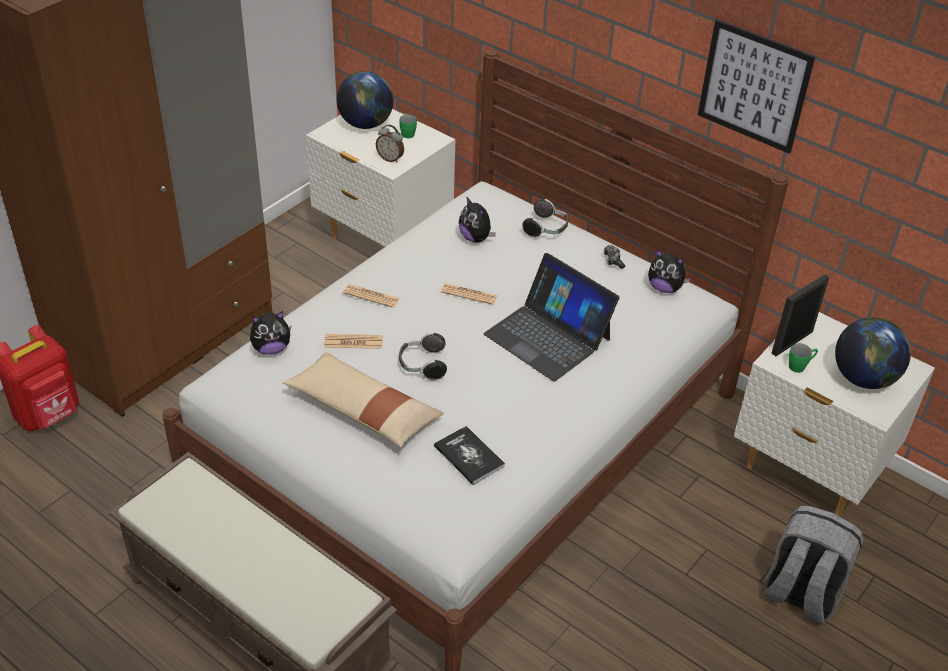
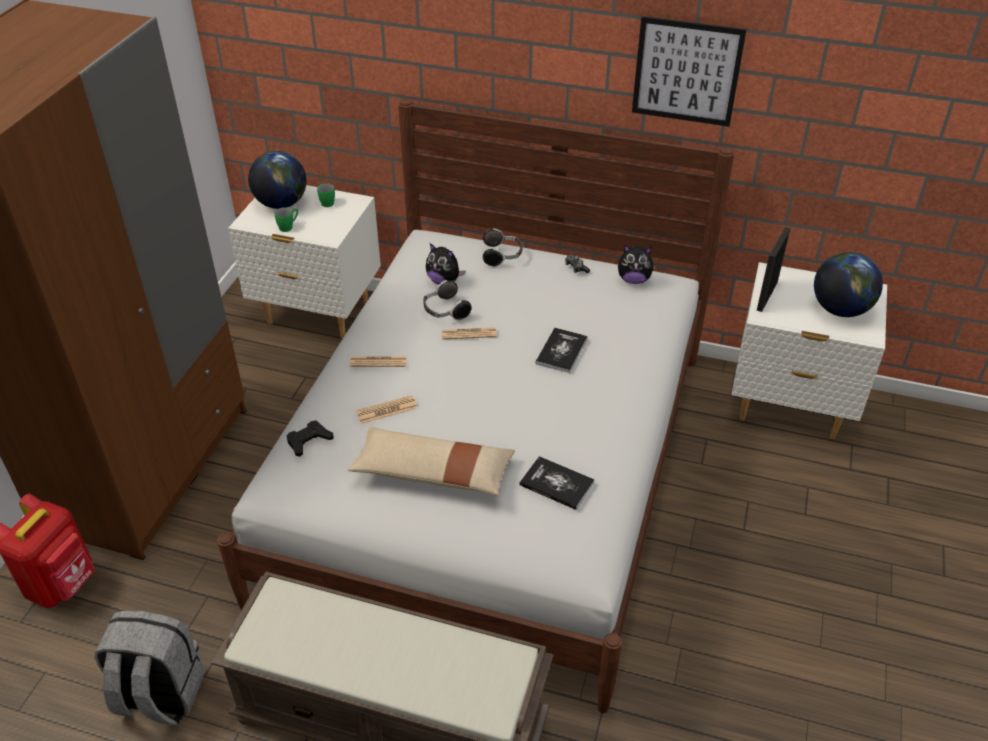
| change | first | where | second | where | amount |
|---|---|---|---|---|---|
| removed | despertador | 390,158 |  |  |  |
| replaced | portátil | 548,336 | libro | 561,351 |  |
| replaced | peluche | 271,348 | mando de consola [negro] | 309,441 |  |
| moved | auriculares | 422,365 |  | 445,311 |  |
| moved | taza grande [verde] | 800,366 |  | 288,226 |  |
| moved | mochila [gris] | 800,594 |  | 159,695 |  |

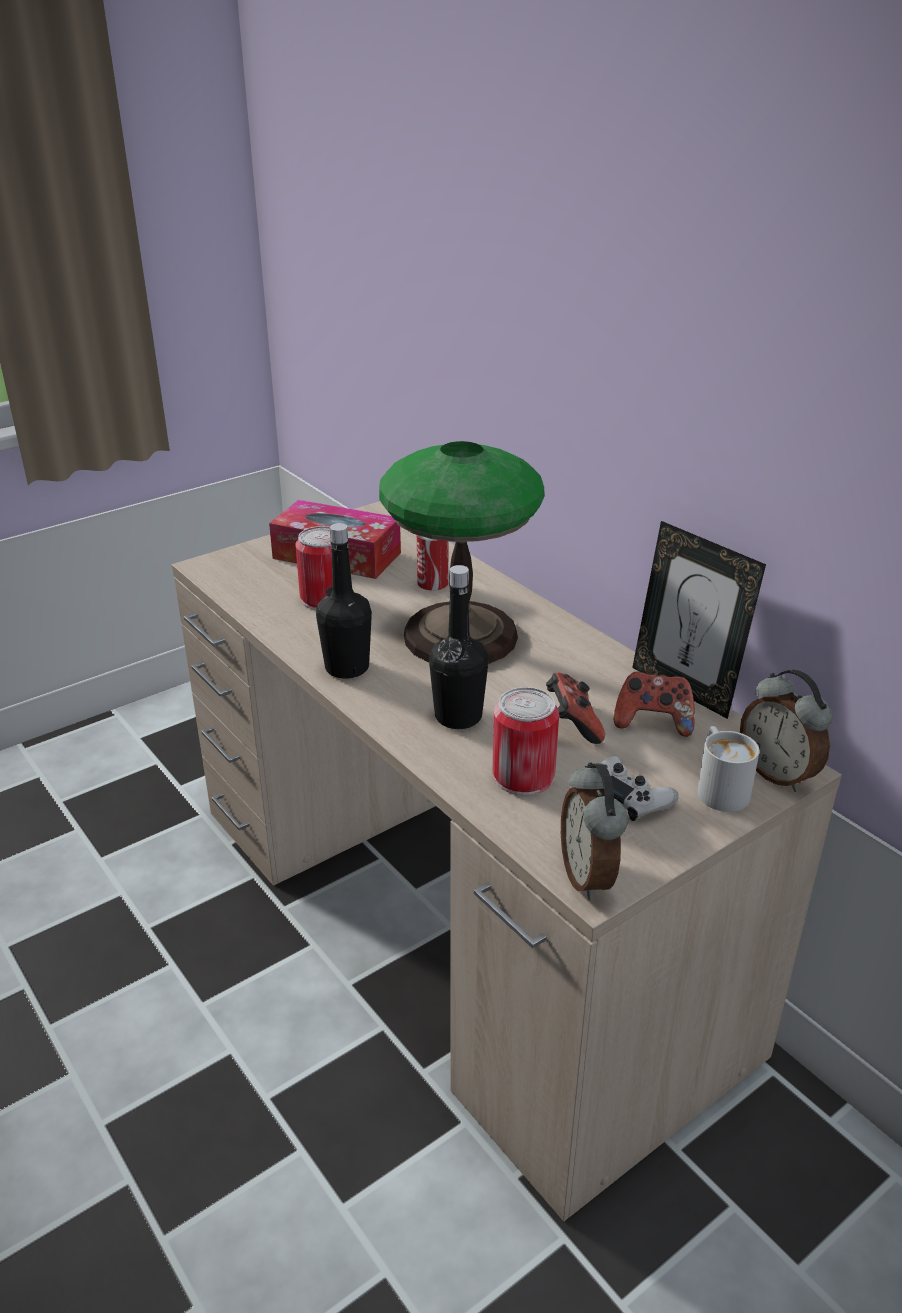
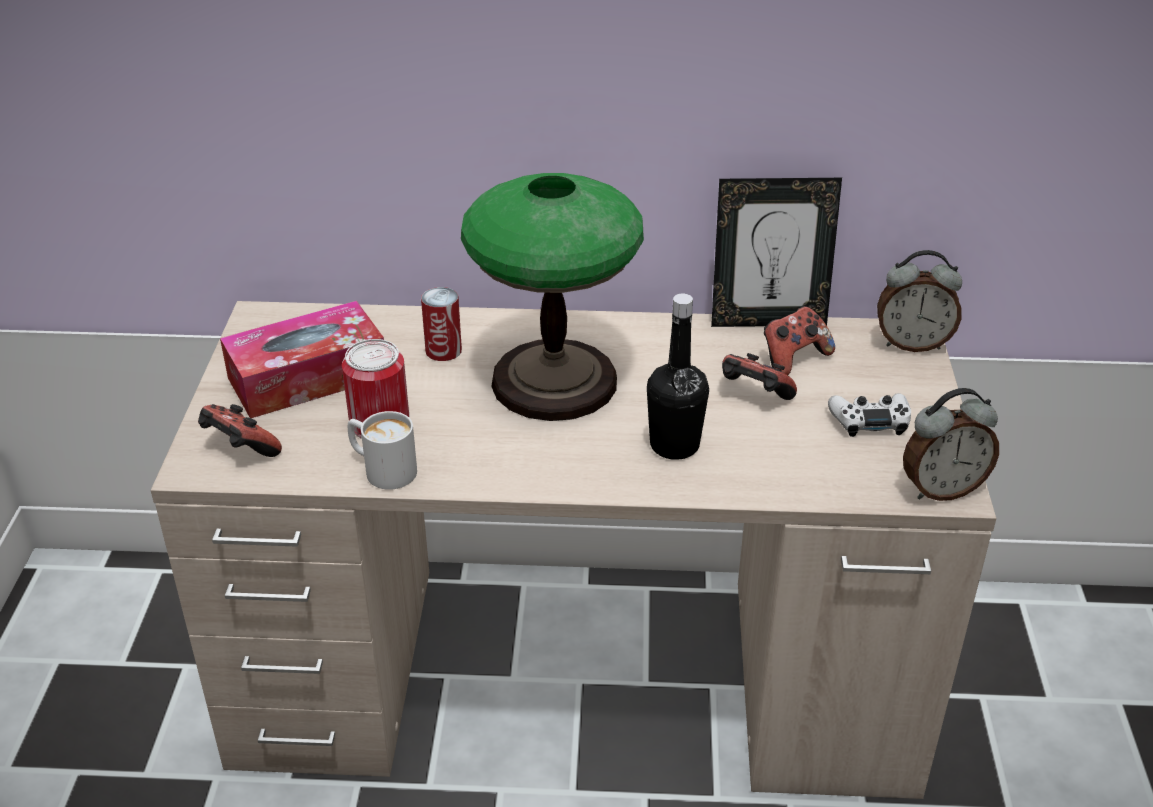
| change | first | where | second | where | amount |
|---|---|---|---|---|---|
| removed | botella [negro] | 347,667 |  |  |  |
| removed | lata | 523,776 |  |  |  |
| moved | taza grande [blanco] | 718,787 |  | 382,469 |  |
| turned | despertador | 589,876 |  | 941,489 | 45 degrees counterclockwise |
| added |  |  | mando de consola | 240,450 |  |

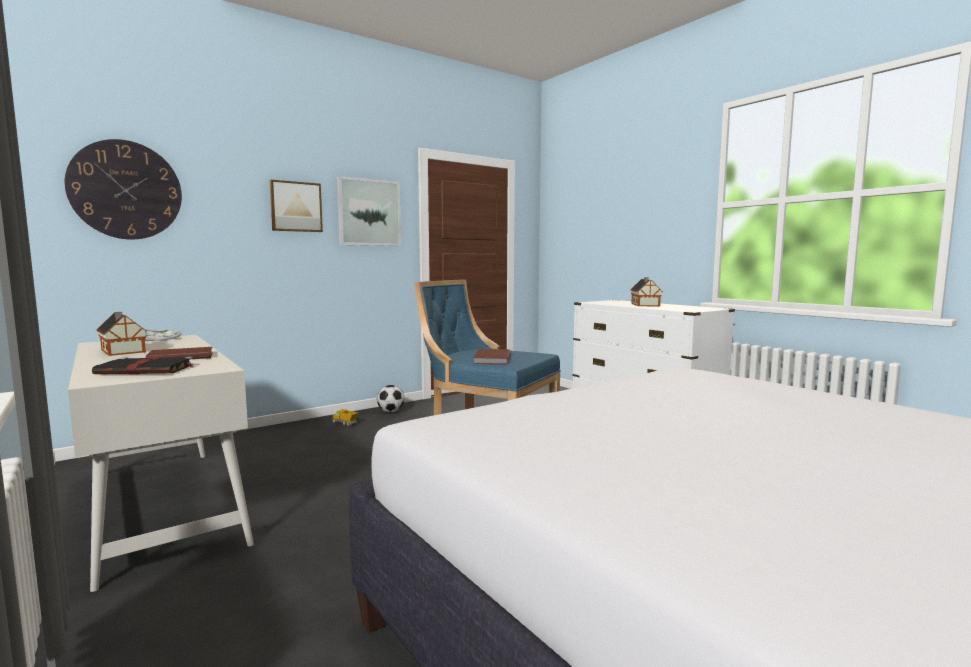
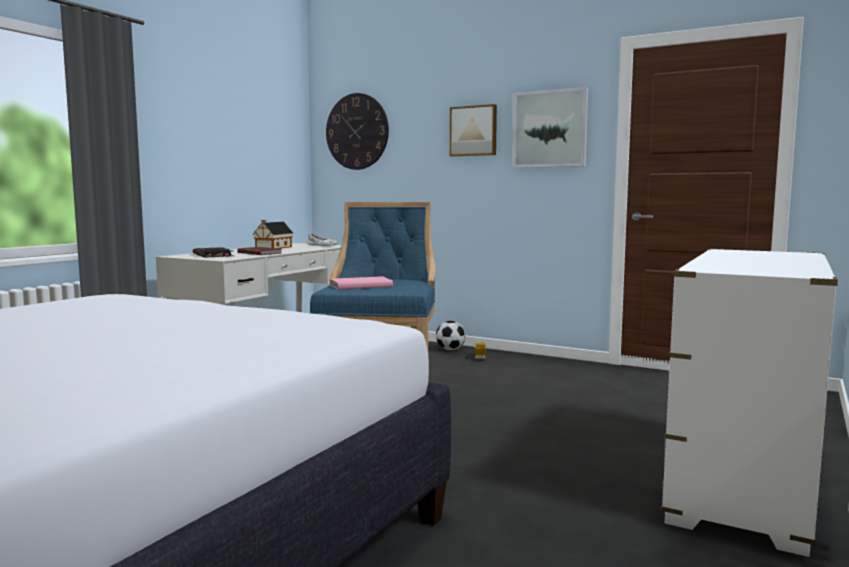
| change | first | where | second | where | amount |
|---|---|---|---|---|---|
| removed | casita | 645,305 |  |  |  |
| recoloured | libro [marrón] | 491,359 | libro [rosa] | 360,285 |  |
| moved | balón de fútbol | 391,411 |  | 450,350 |  |

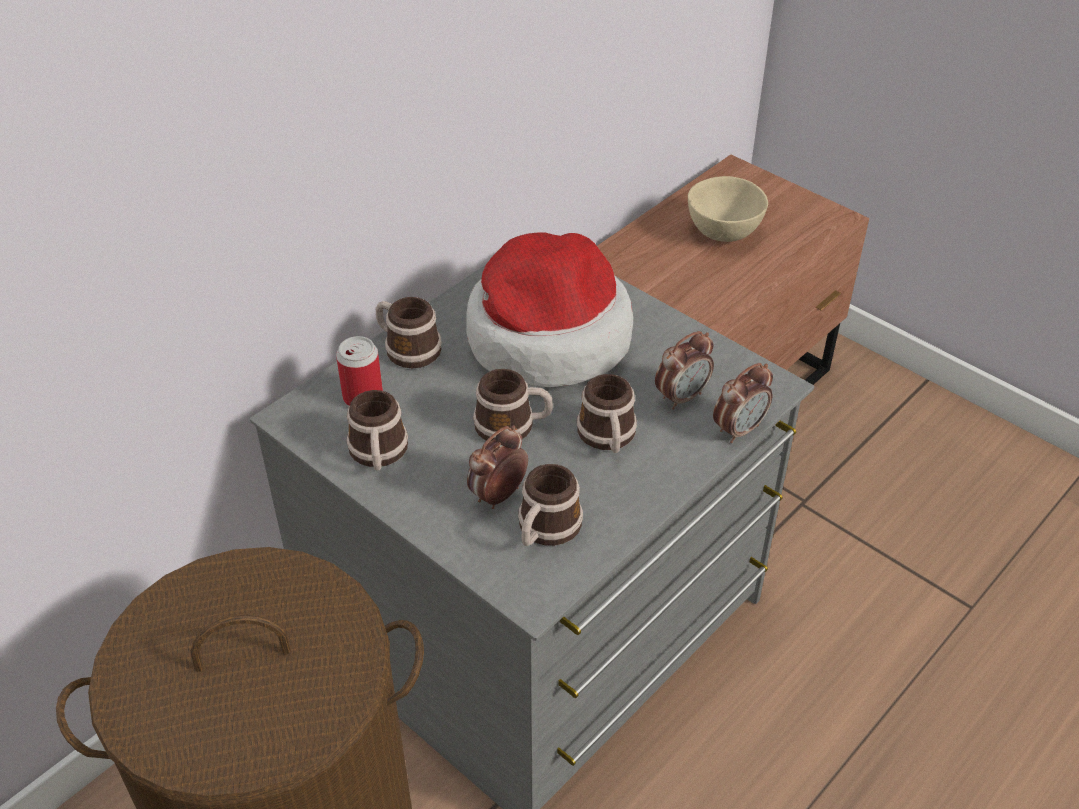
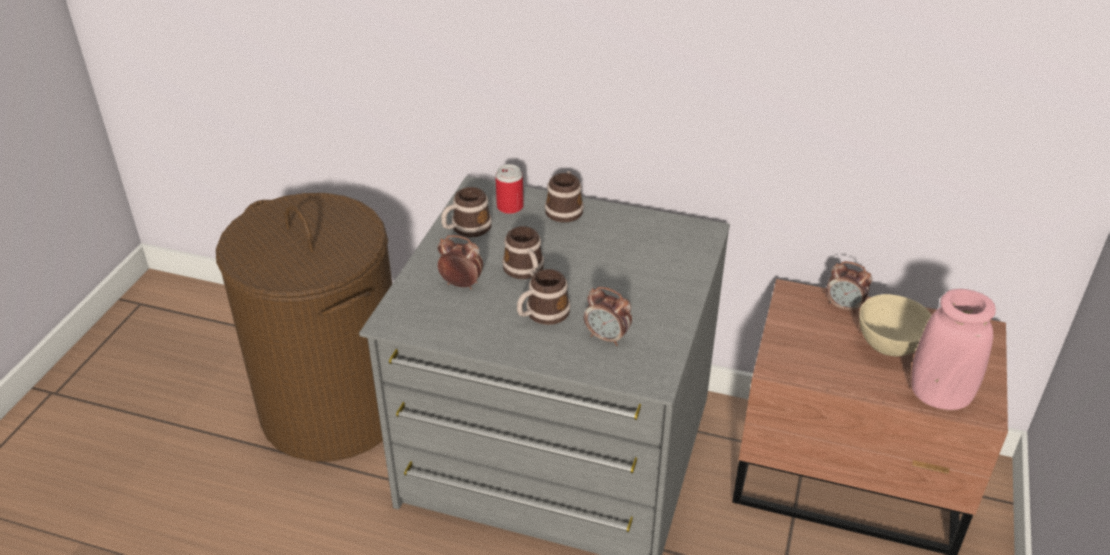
| change | first | where | second | where | amount |
|---|---|---|---|---|---|
| removed | sombrero | 546,337 |  |  |  |
| moved | despertador | 739,429 |  | 844,306 |  |
| removed | taza grande | 545,530 |  |  |  |
| added |  |  | florero [rosa] | 939,396 |  |

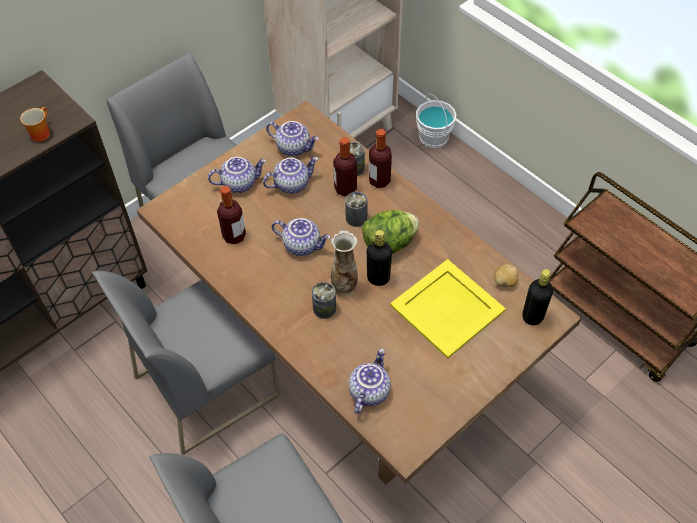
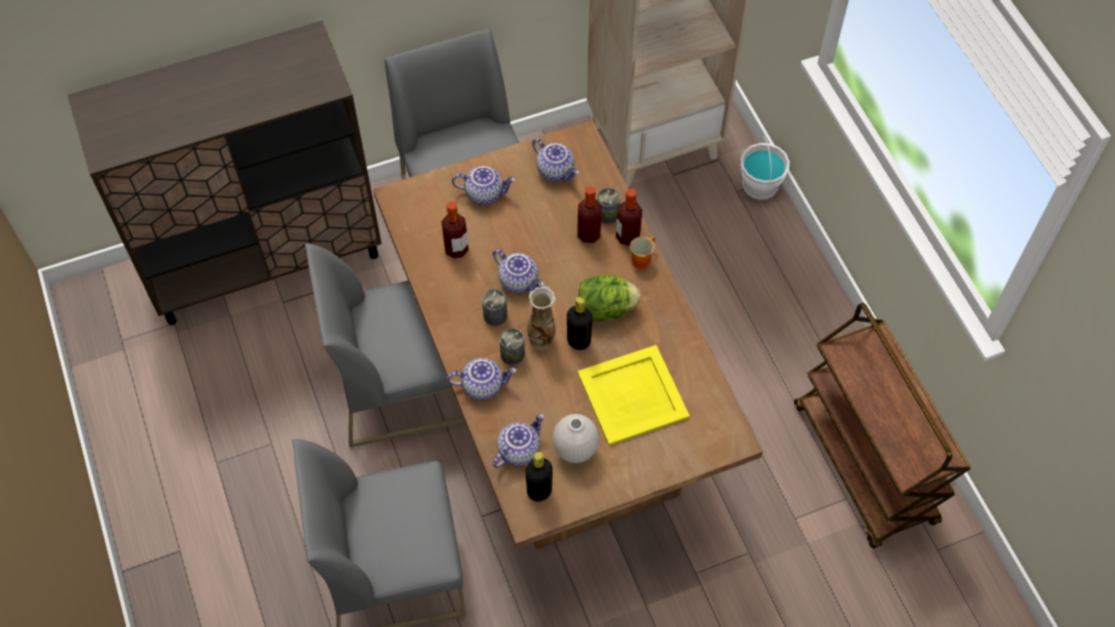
| change | first | where | second | where | amount |
|---|---|---|---|---|---|
| moved | taza grande | 40,132 |  | 641,258 |  |
| moved | tetera | 291,184 |  | 483,385 |  |
| moved | lata | 356,218 |  | 495,315 |  |
| removed | patata | 505,282 |  |  |  |
| moved | botella [negro] | 532,316 |  | 539,491 |  |
| added |  |  | florero [blanco] | 574,450 |  |

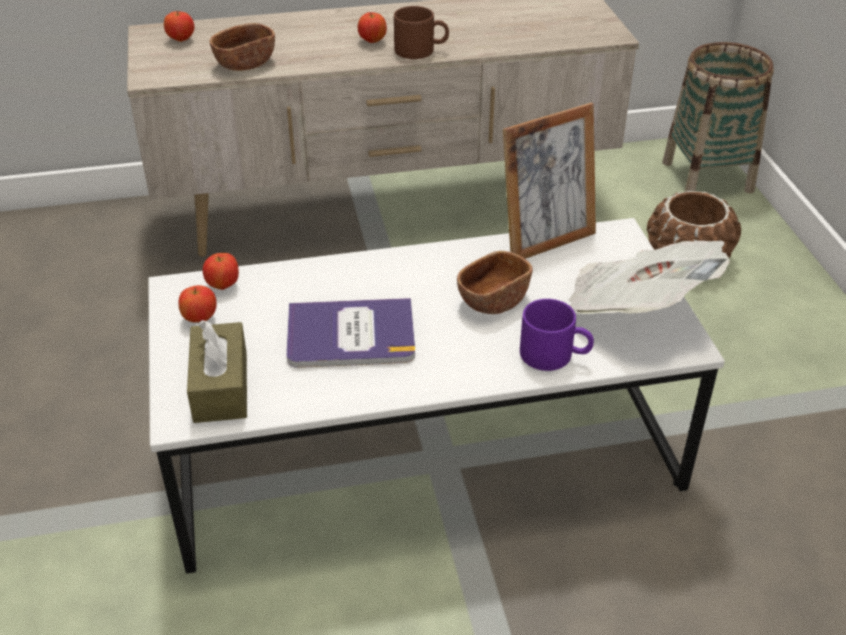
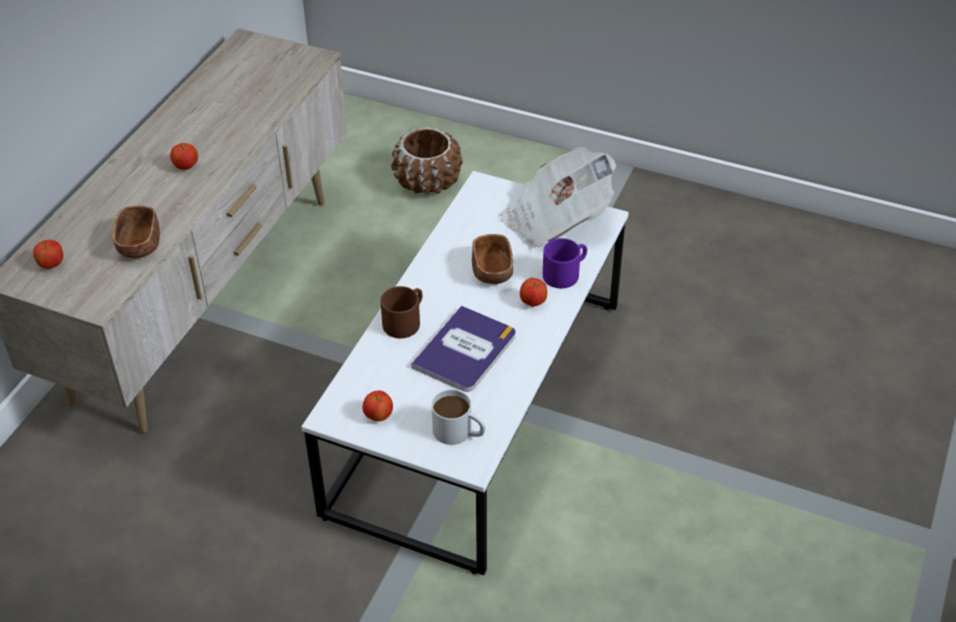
| change | first | where | second | where | amount |
|---|---|---|---|---|---|
| moved | taza grande [marrón] | 421,50 |  | 405,320 |  |
| removed | cesta | 707,176 |  |  |  |
| removed | portarretratos | 546,240 |  |  |  |
| moved | manzana | 223,285 |  | 533,302 |  |
| replaced | caja de pañuelos [marrón] | 220,386 | taza grande [blanco] | 459,432 |  |

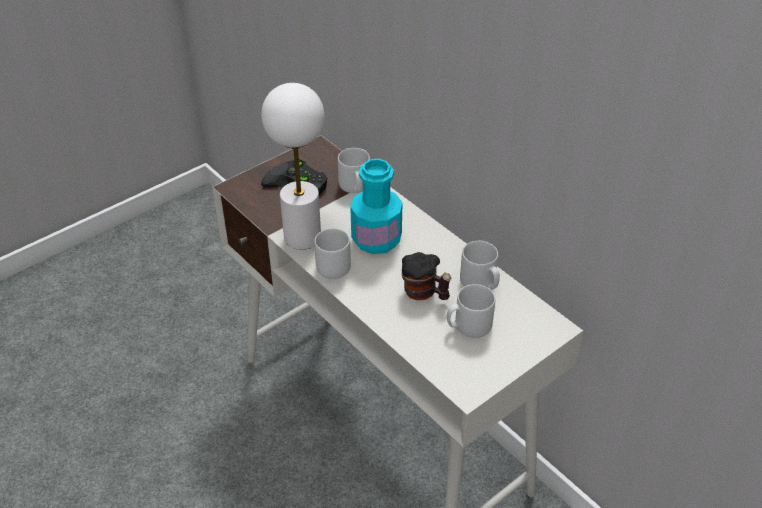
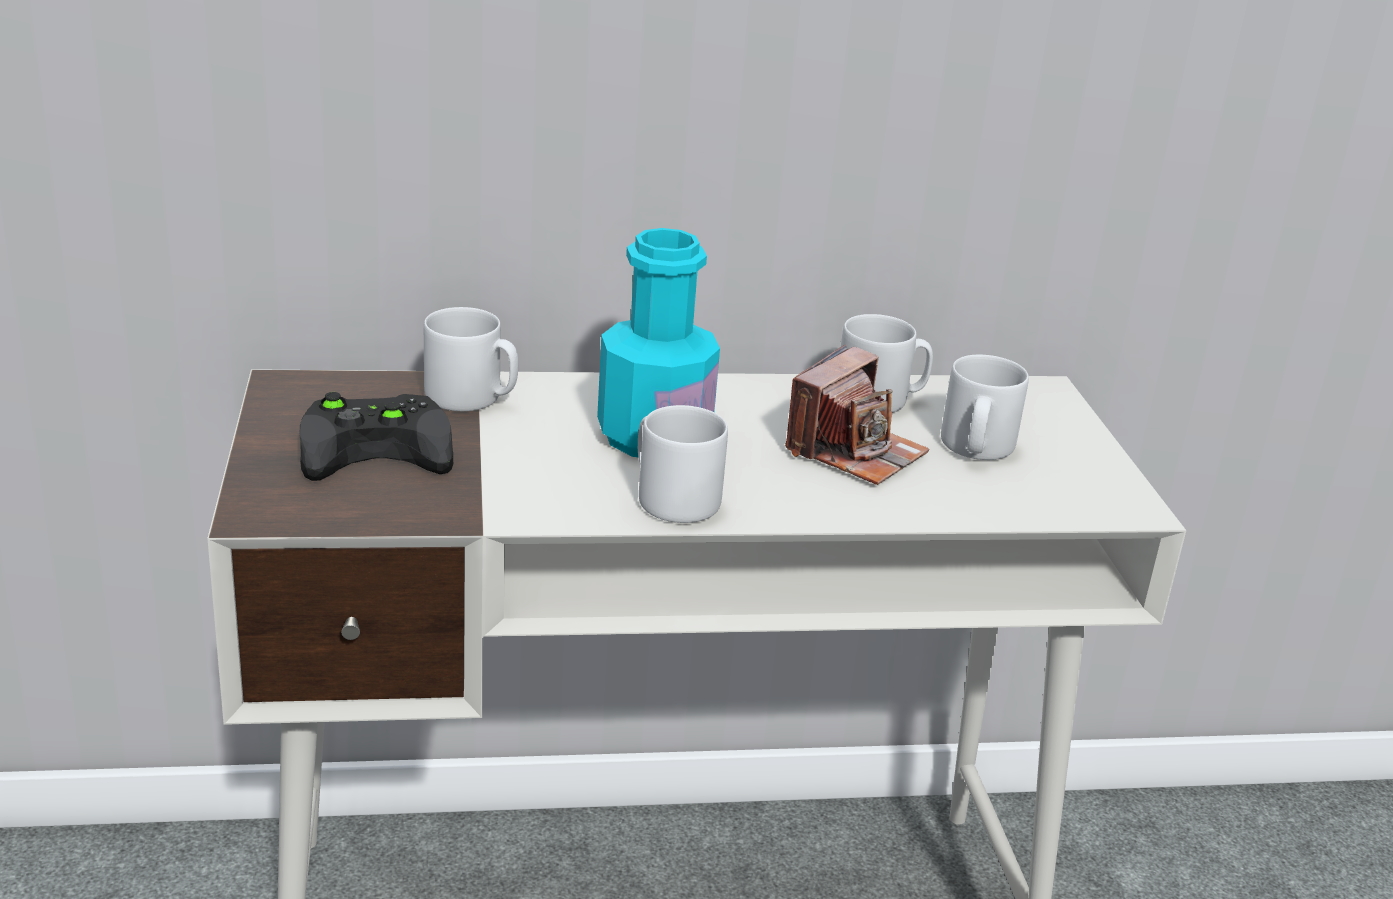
| change | first | where | second | where | amount |
|---|---|---|---|---|---|
| removed | lámpara de mesa [blanco] | 303,237 |  |  |  |
| replaced | taza grande | 424,293 | cámara | 854,452 |  |

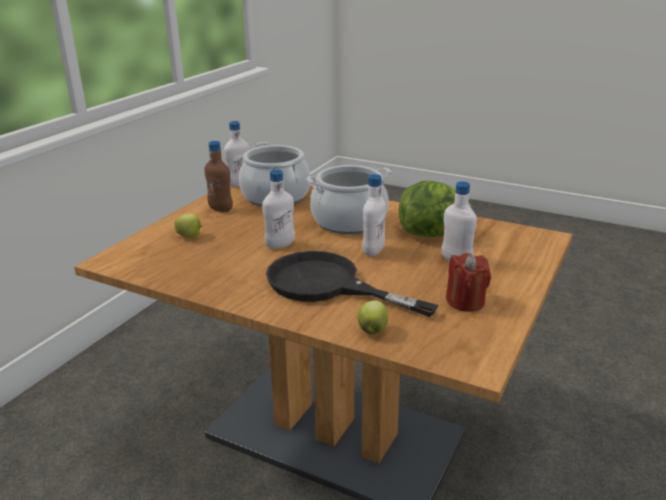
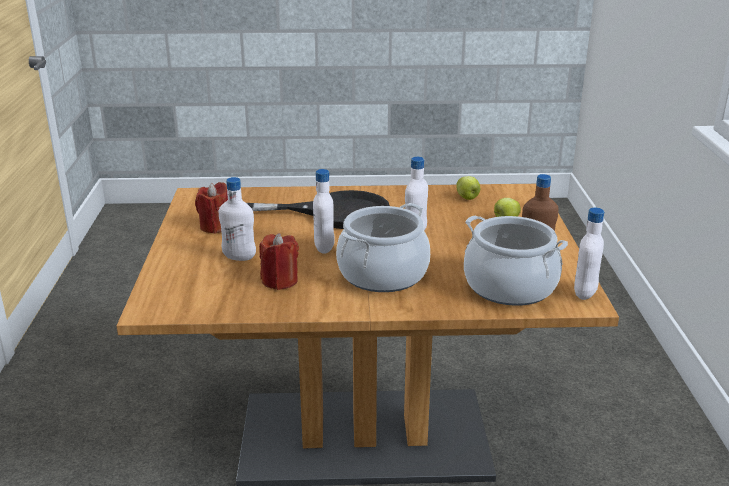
| change | first | where | second | where | amount |
|---|---|---|---|---|---|
| replaced | lechuga | 432,234 | vela [rojo] | 279,281 |  |
| moved | manzana | 372,330 |  | 467,198 |  |

